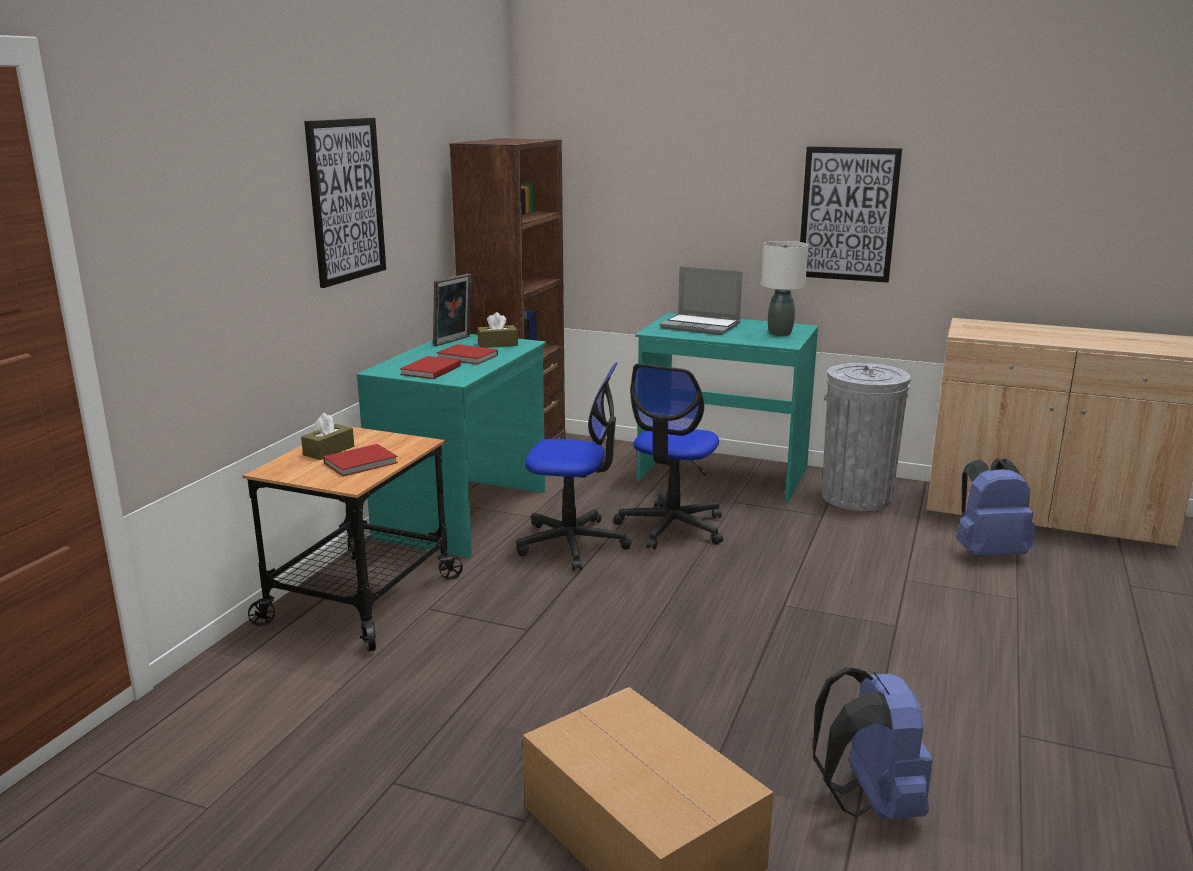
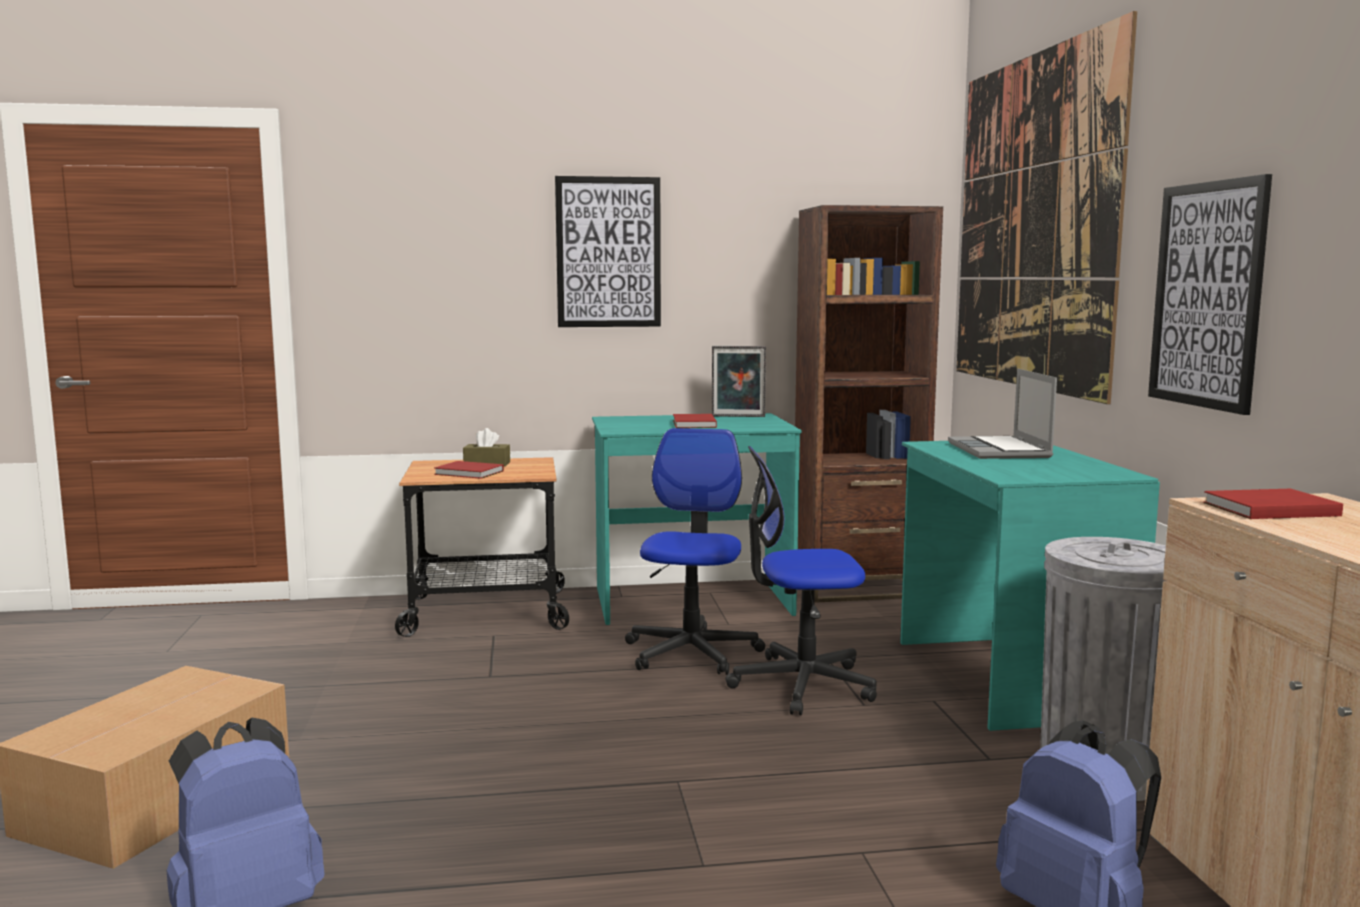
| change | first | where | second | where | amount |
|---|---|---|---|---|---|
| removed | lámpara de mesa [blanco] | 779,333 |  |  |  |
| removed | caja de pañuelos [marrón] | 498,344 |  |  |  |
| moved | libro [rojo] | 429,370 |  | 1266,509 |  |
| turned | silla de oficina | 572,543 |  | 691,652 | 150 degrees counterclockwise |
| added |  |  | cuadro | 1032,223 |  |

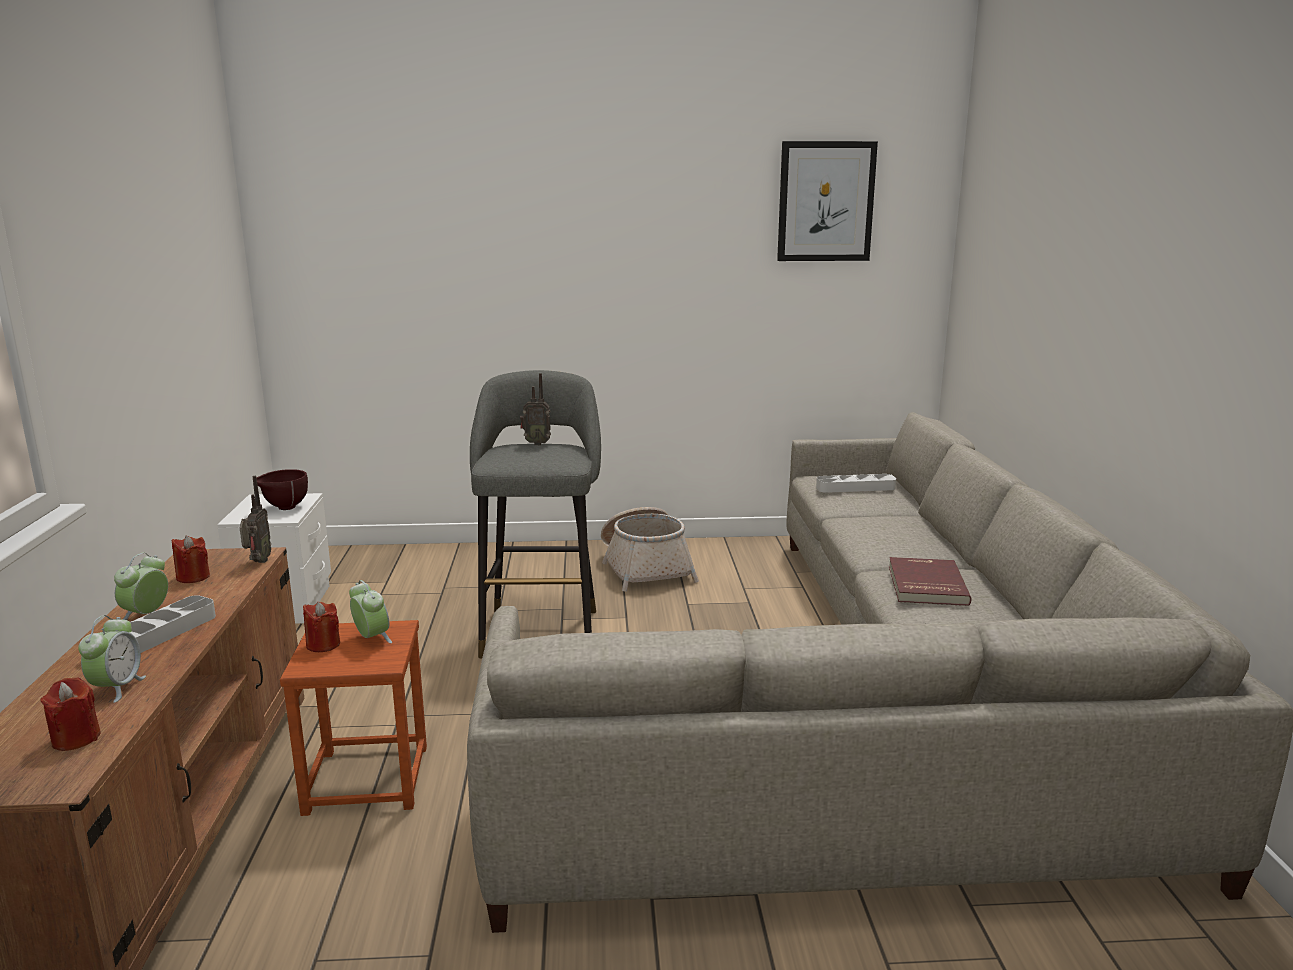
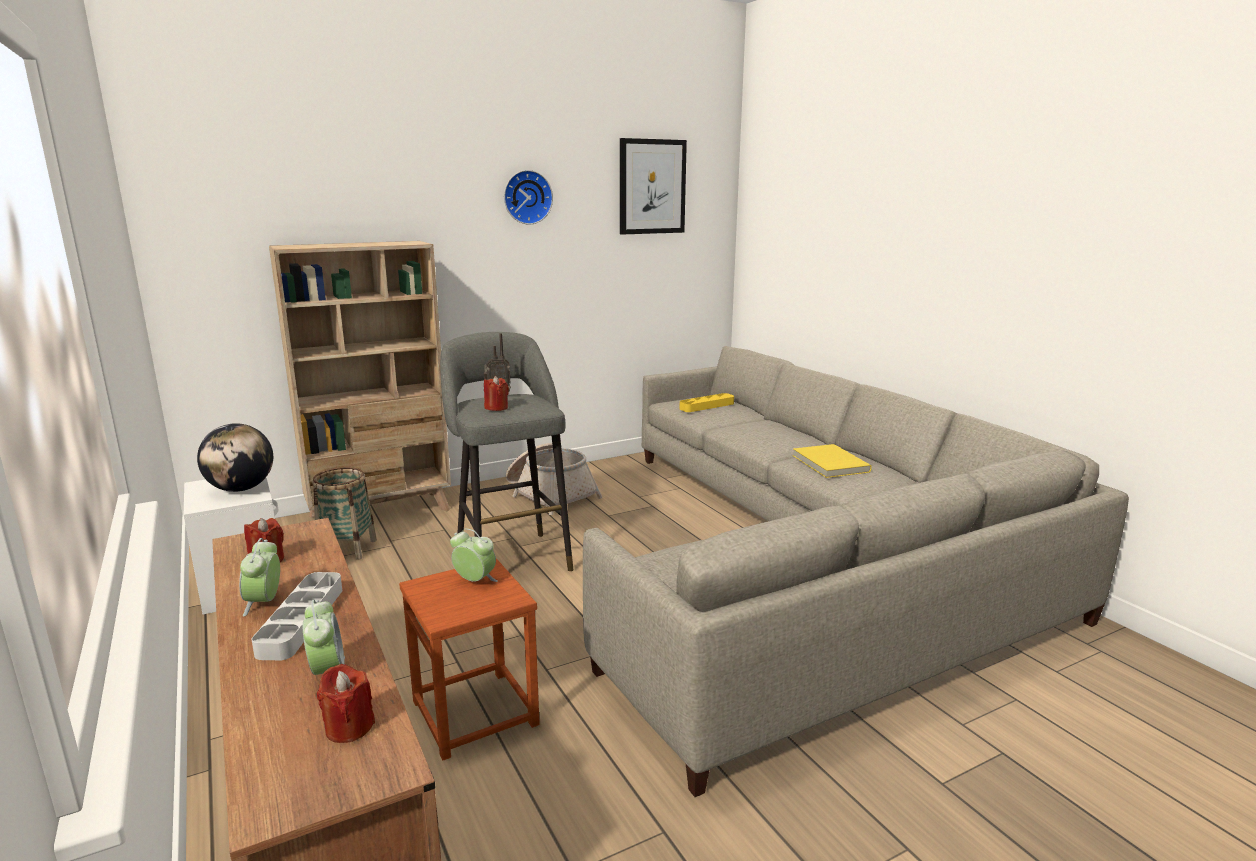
| change | first | where | second | where | amount |
|---|---|---|---|---|---|
| replaced | cuenco [marrón] | 284,508 | globo terráqueo | 241,489 |  |
| recoloured | bandeja [gris] | 855,488 | bandeja [amarillo] | 707,406 |  |
| removed | radio | 258,562 |  |  |  |
| recoloured | libro [rojo] | 925,585 | libro [amarillo] | 829,464 |  |
| moved | vela [rojo] | 323,645 |  | 496,408 |  |
| added |  |  | reloj de pared | 527,197 |  |
| added |  |  | estantería [beis] | 381,513 |  |
| added |  |  | cesta | 347,548 |  |

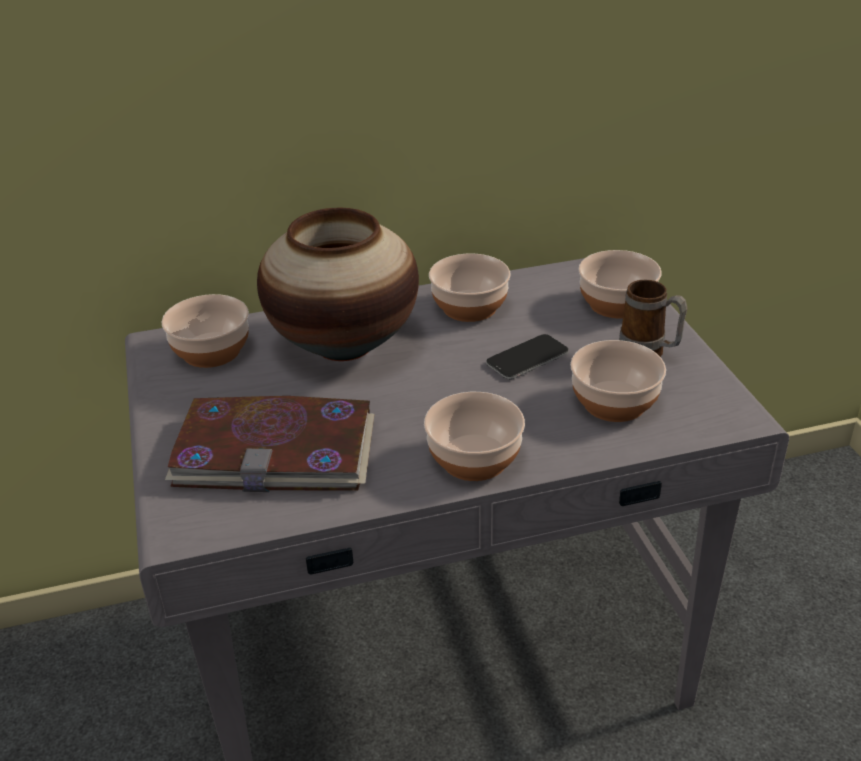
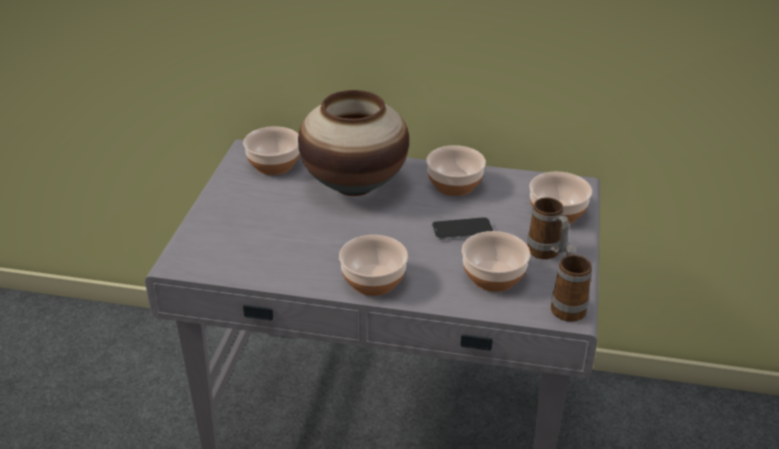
| change | first | where | second | where | amount |
|---|---|---|---|---|---|
| removed | libro | 276,451 |  |  |  |
| added |  |  | taza grande | 567,305 |  |

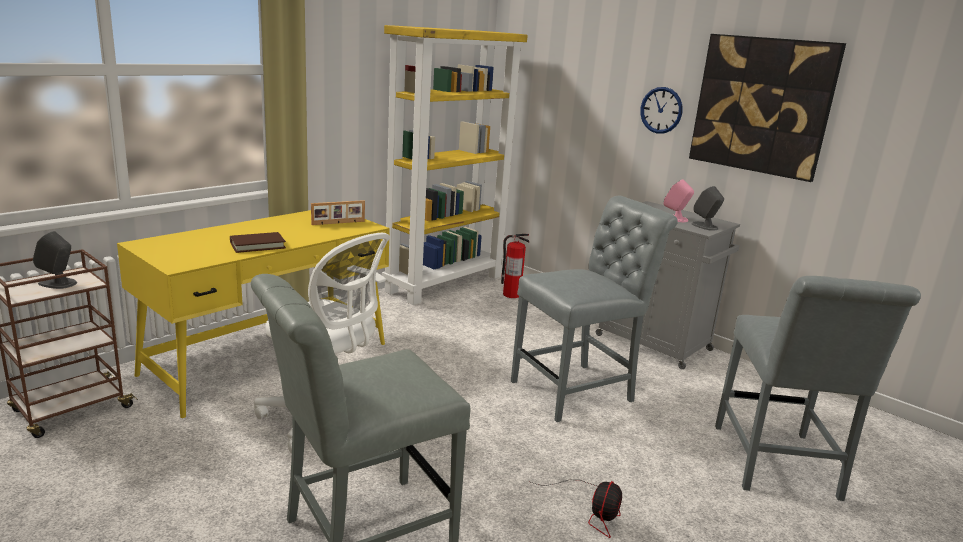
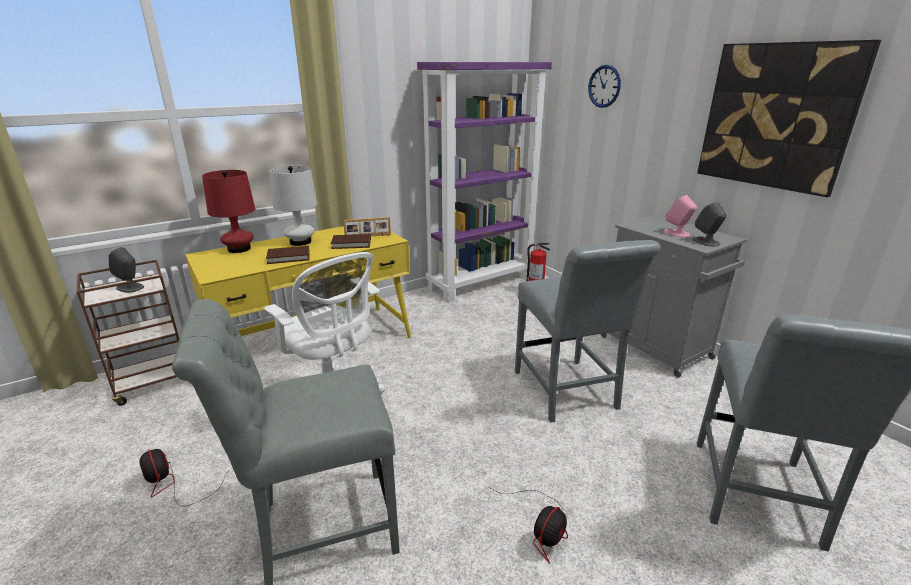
| change | first | where | second | where | amount |
|---|---|---|---|---|---|
| recoloured | estantería [amarillo] | 445,283 | estantería [morado] | 481,282 |  |
| moved | reloj de pared | 661,110 |  | 604,86 |  |
| turned | silla [gris] | 578,390 |  | 567,393 | 90 degrees clockwise |
| added |  |  | lámpara de mesa [blanco] | 300,242 |  |
| added |  |  | lámpara de mesa [rojo] | 239,249 |  |
| added |  |  | libro [marrón] | 351,244 |  |
| added |  |  | ventilador | 177,484 |  |

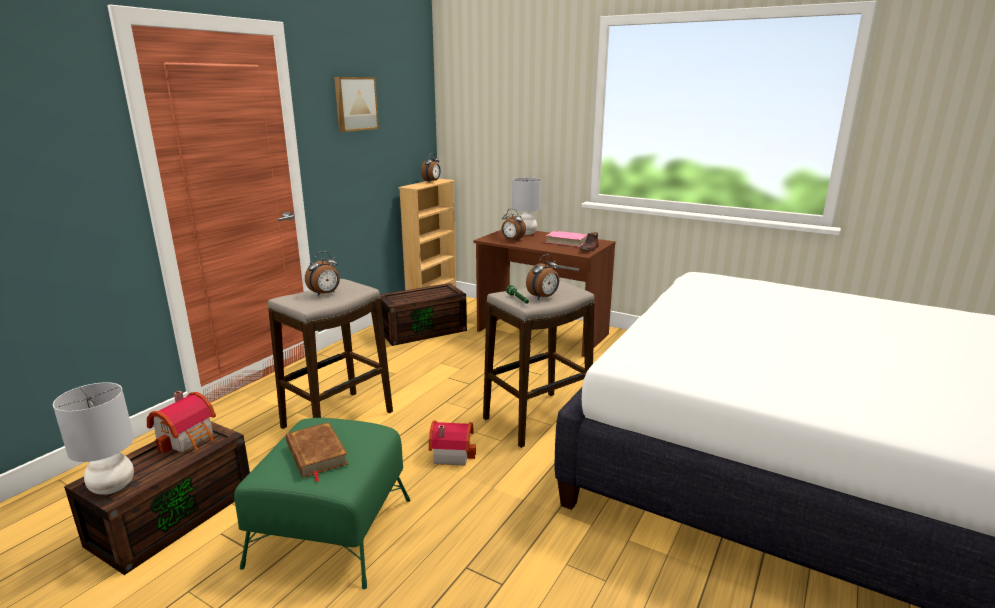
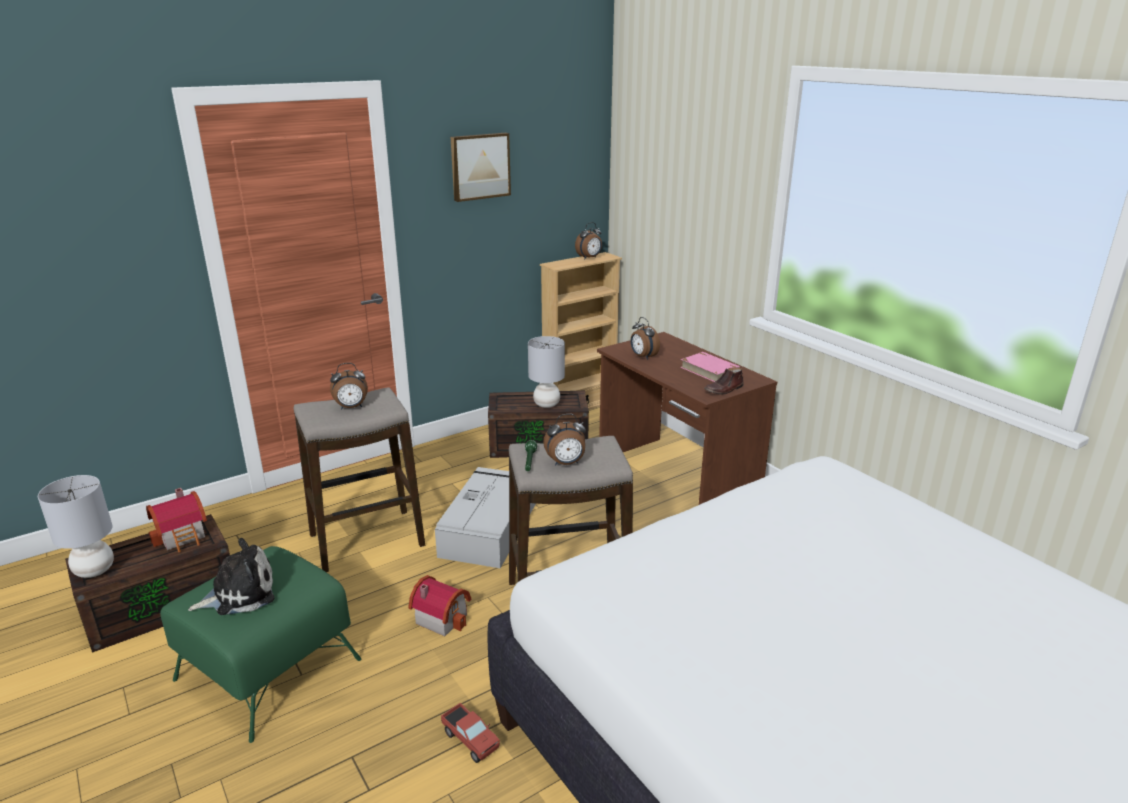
| change | first | where | second | where | amount |
|---|---|---|---|---|---|
| moved | lámpara de mesa [gris] | 526,233 |  | 547,404 |  |
| replaced | libro [marrón] | 316,454 | peluche | 240,593 |  |
| added |  |  | caja de almacenaje [gris] | 489,528 |  |
| added |  |  | camión de juguete | 470,741 |  |

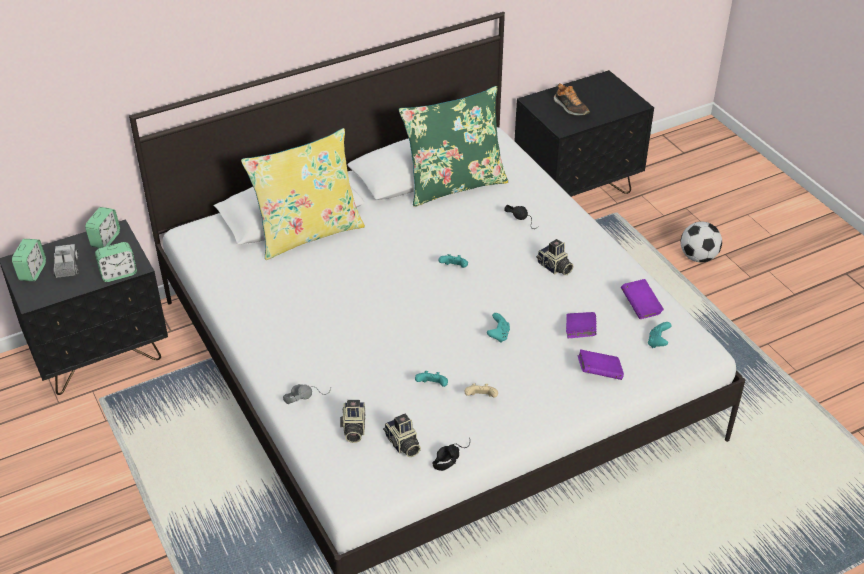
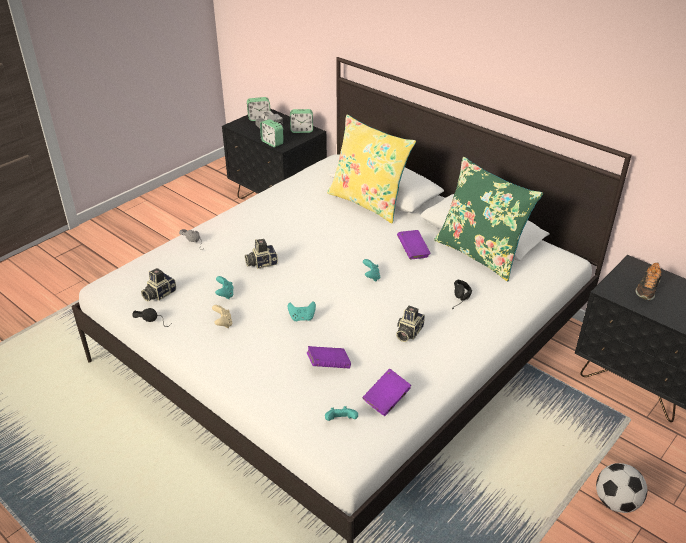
| change | first | where | second | where | amount |
|---|---|---|---|---|---|
| moved | libro [morado] | 599,373 |  | 413,252 |  |
| moved | cámara | 353,429 |  | 261,263 |  |

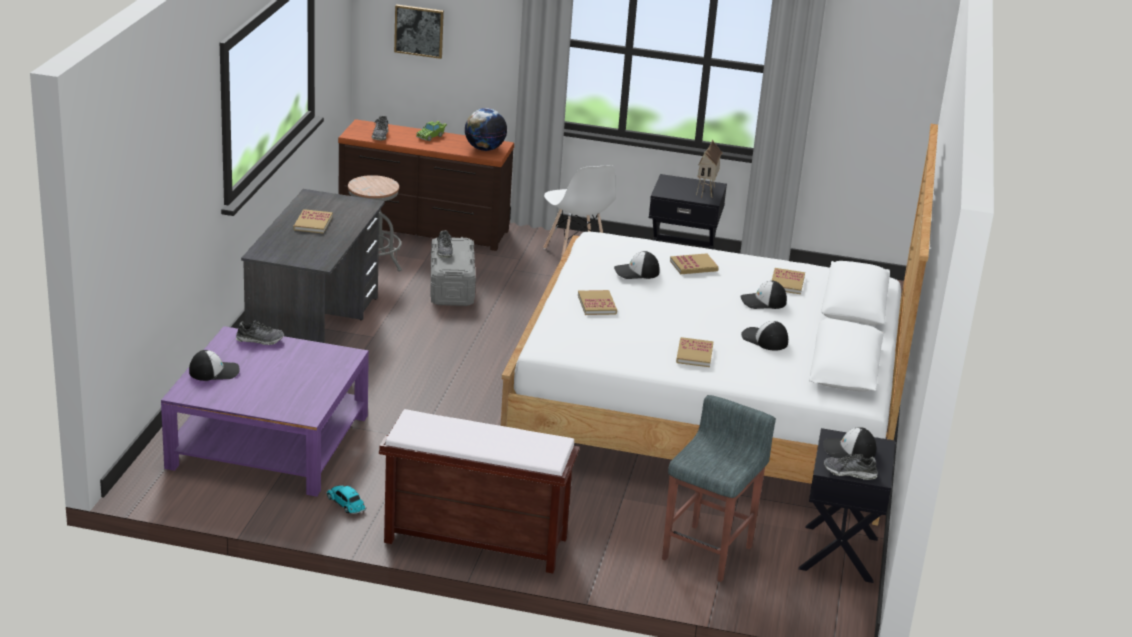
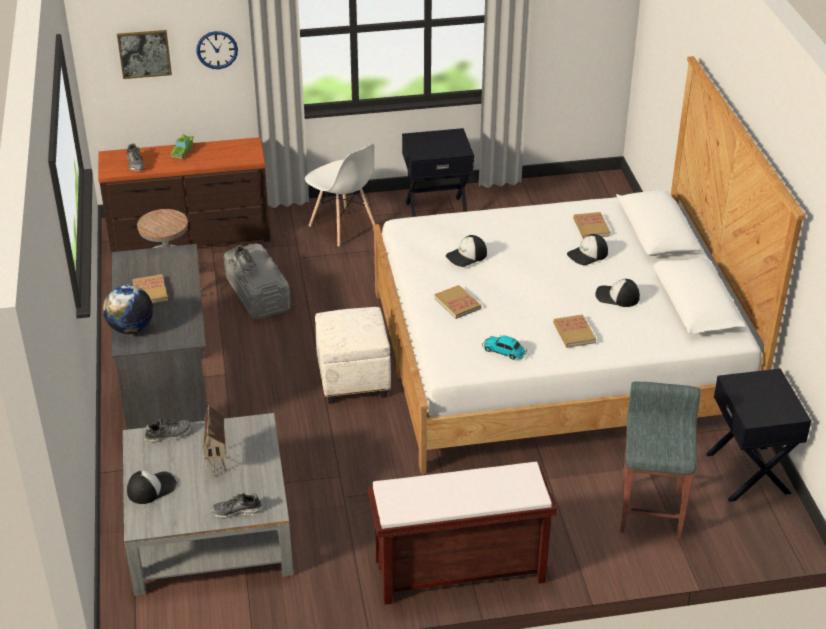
| change | first | where | second | where | amount |
|---|---|---|---|---|---|
| moved | globo terráqueo | 484,149 |  | 130,328 |  |
| moved | casita | 707,192 |  | 218,463 |  |
| removed | libro | 693,266 |  |  |  |
| recoloured | mesa de centro [morado] | 269,441 | mesa de centro [gris] | 209,528 |  |
| removed | gorra | 848,450 |  |  |  |
| moved | zapato | 849,473 |  | 237,511 |  |
| moved | coche de juguete | 346,504 |  | 505,351 |  |
| added |  |  | reloj de pared | 217,50 |  |
| added |  |  | puf [blanco] | 354,380 |  |

